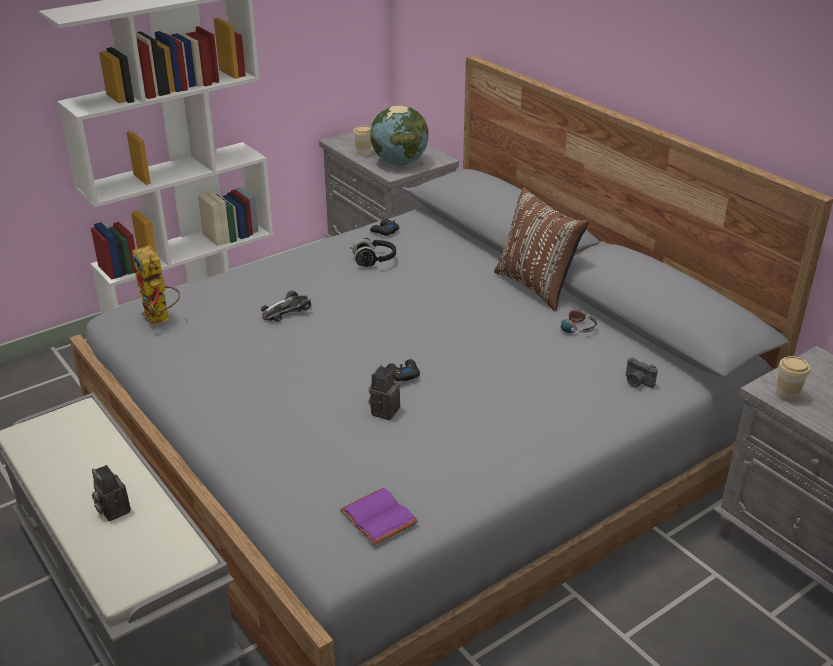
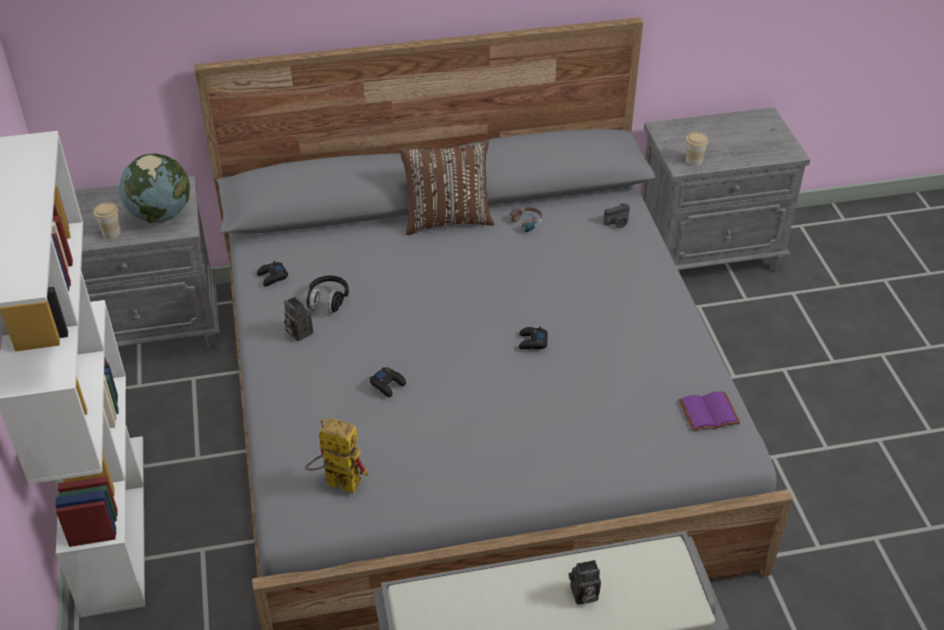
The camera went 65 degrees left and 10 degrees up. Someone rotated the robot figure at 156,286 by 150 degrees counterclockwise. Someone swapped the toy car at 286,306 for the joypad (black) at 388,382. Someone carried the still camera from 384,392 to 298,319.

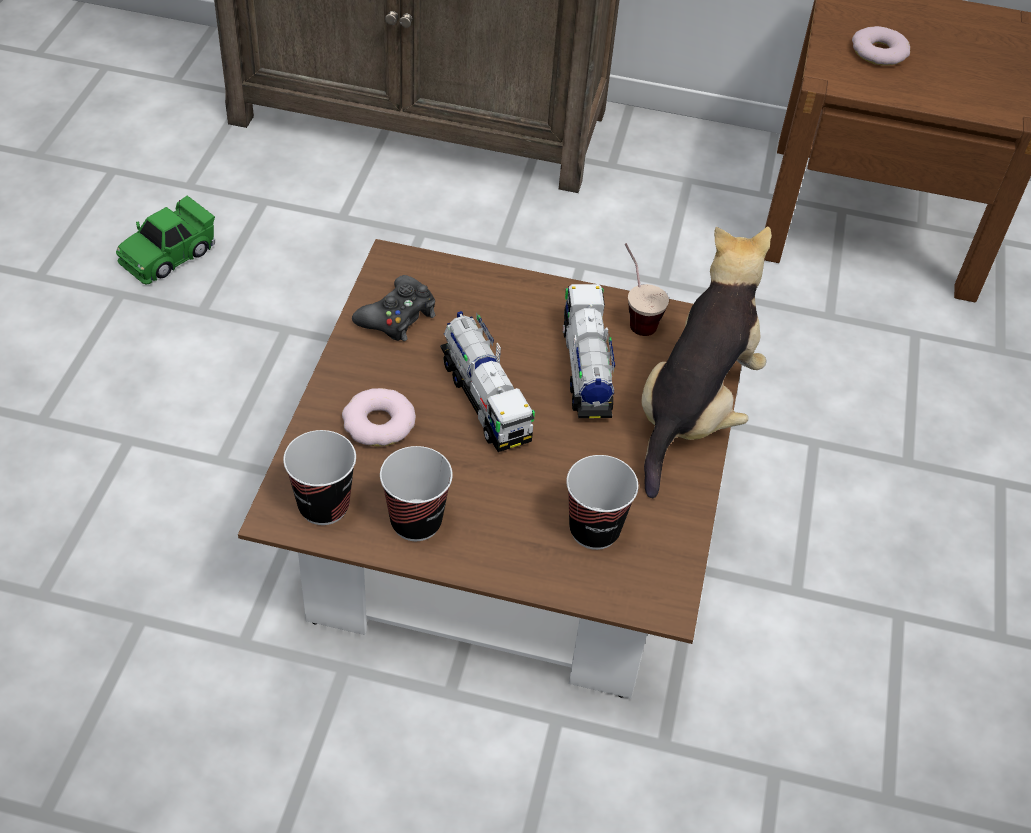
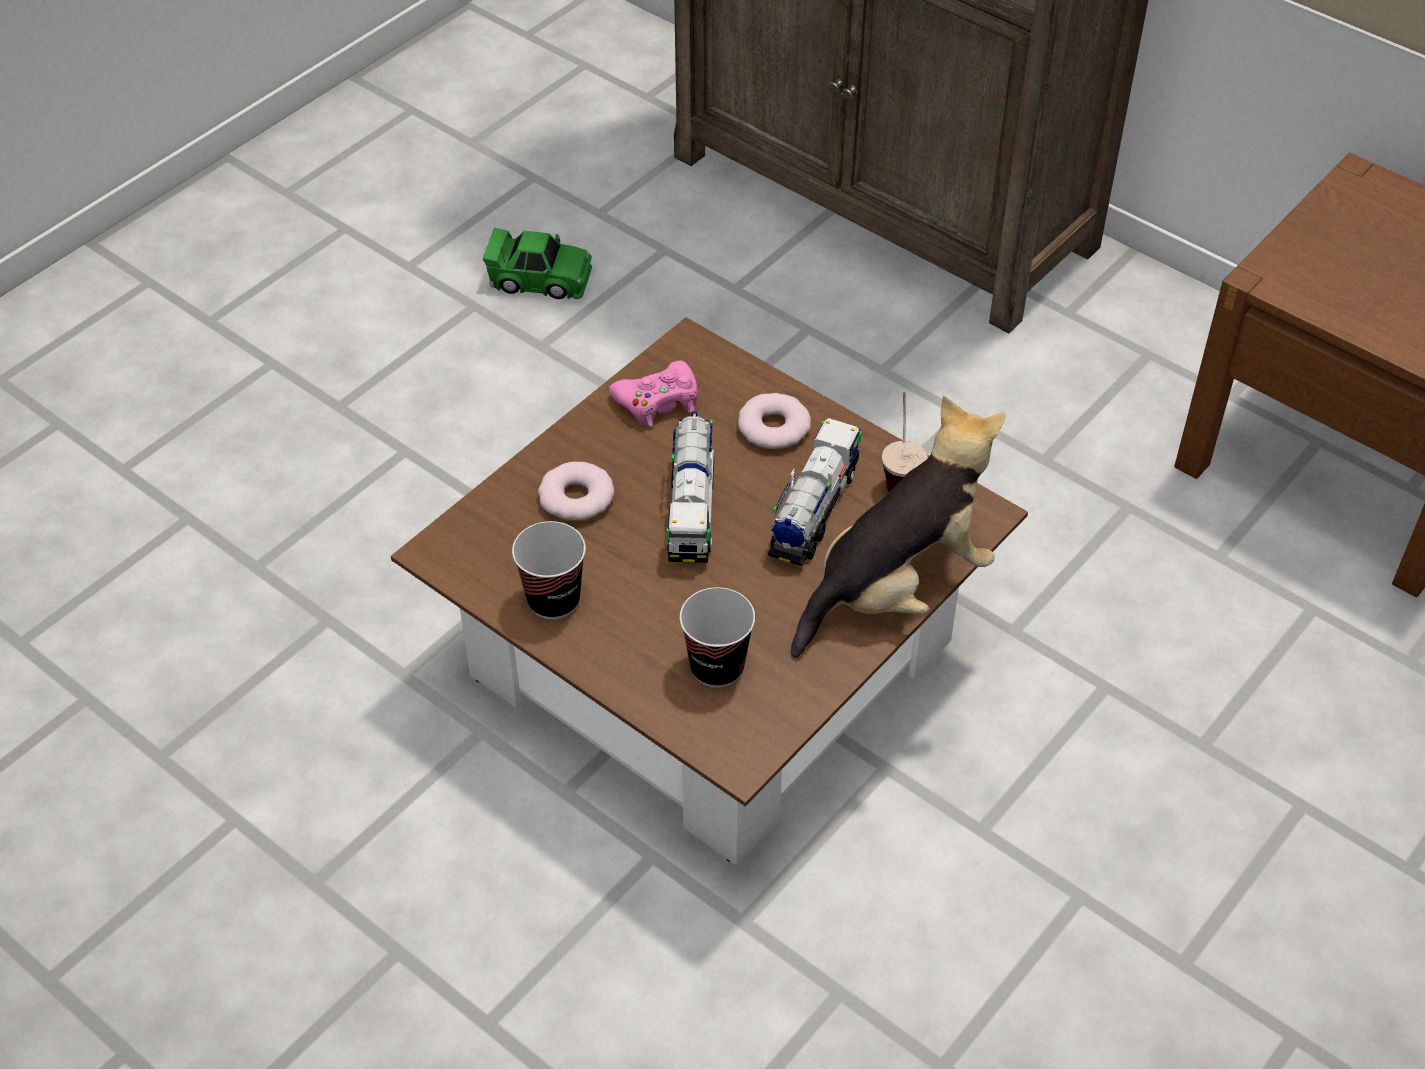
The camera went 30 degrees right and 0 degrees up. Someone rotated the toy car (greenish) at 165,240 by 150 degrees counterclockwise. Someone took away the small cup at 319,477. Someone repainted the joypad (black) at 393,308, which became the joypad (pink) at 653,394. Someone carried the ring doughnut from 881,46 to 774,421.

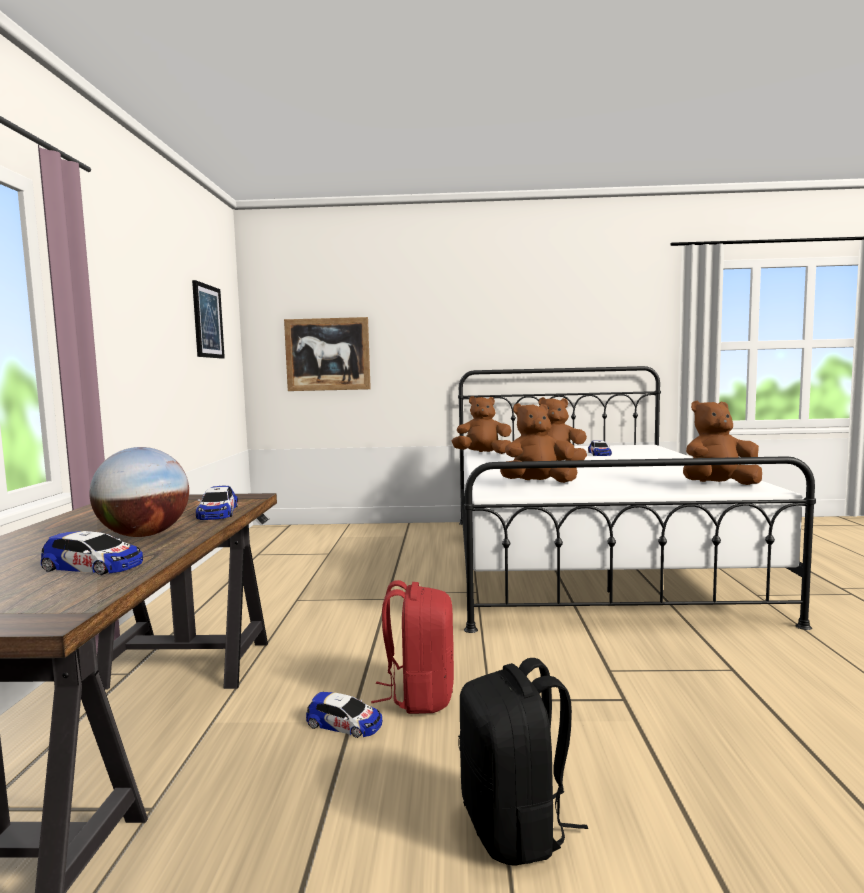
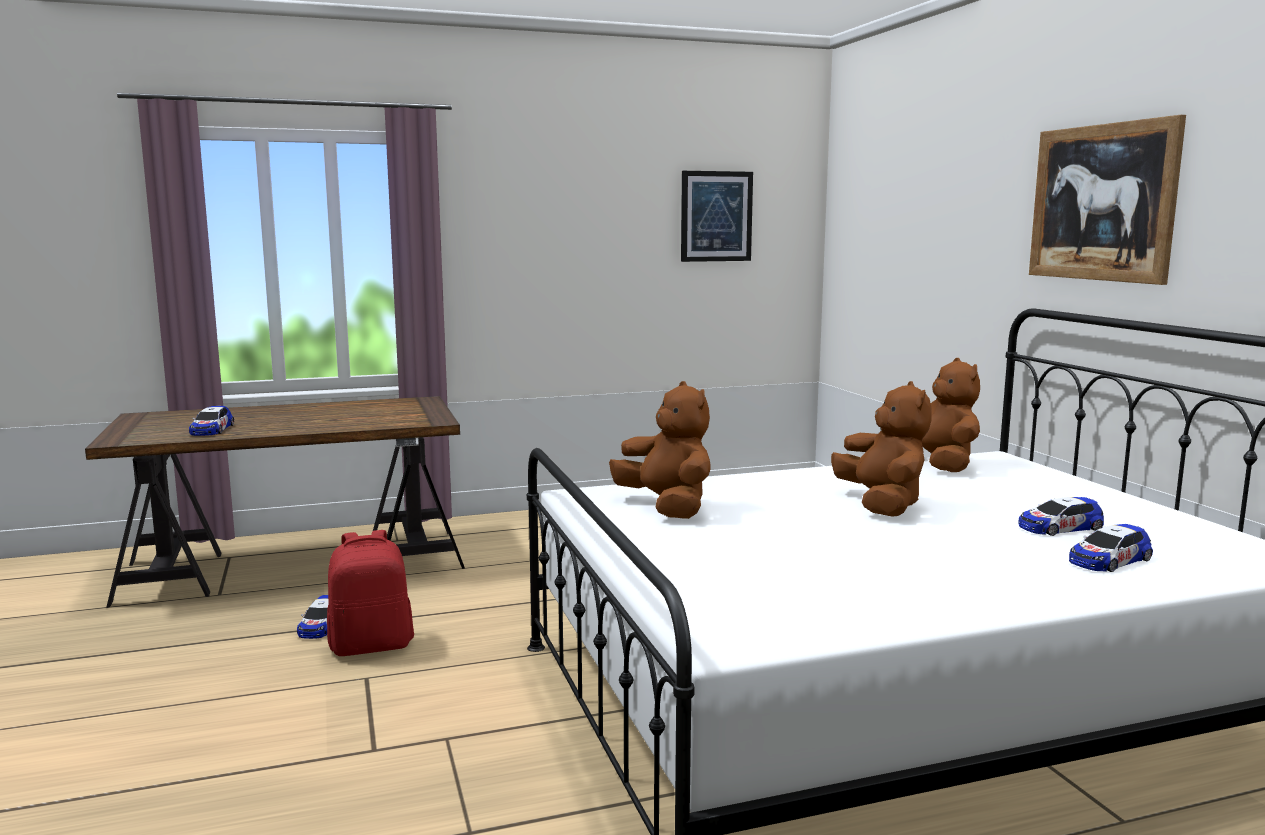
The camera went 70 degrees right and 5 degrees up. Someone took away the globe at 139,492. Someone carried the toy car from 217,503 to 1111,548. Someone carried the wall picture from 327,354 to 1107,200. Someone took away the backpack (black) at 523,762. Someone took away the soft toy (brown-coloured) at 722,443.

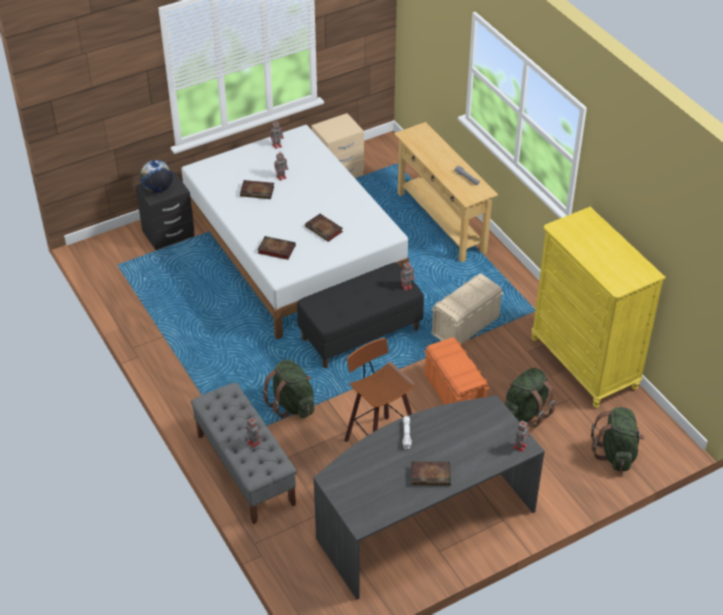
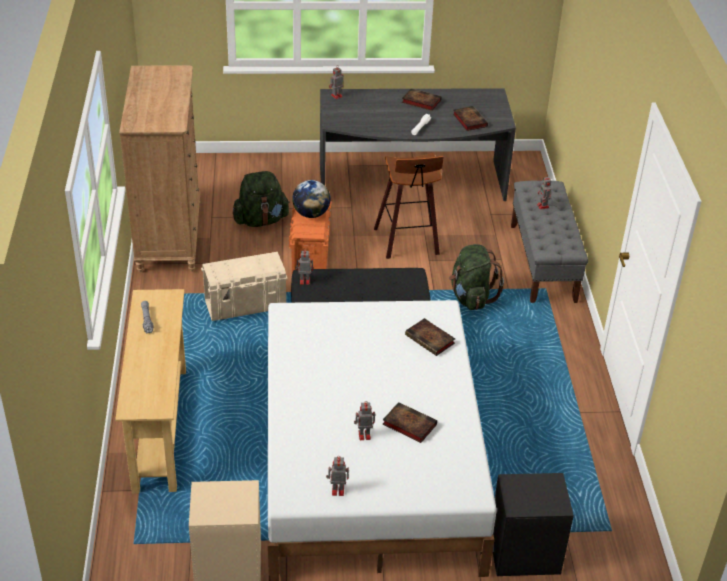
The camera went 155 degrees left and 5 degrees down. Someone carried the globe from 156,176 to 311,199. Someone carried the book from 324,228 to 470,118. Someone repainted the dresser (yellowish) at 598,307, which became the dresser (brown-coloured) at 159,169. Someone took away the backpack (greenish) at 618,439.

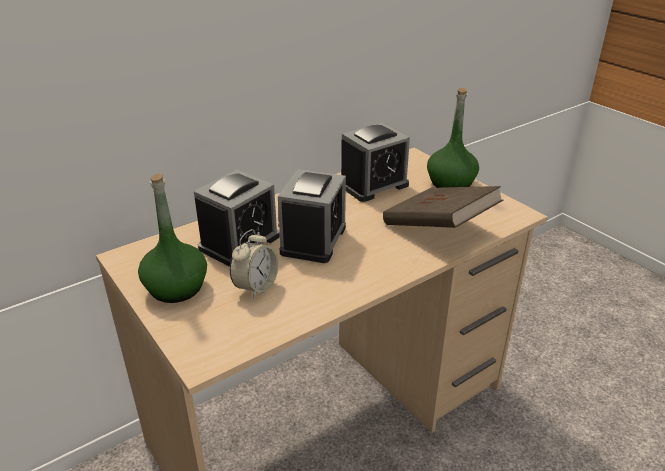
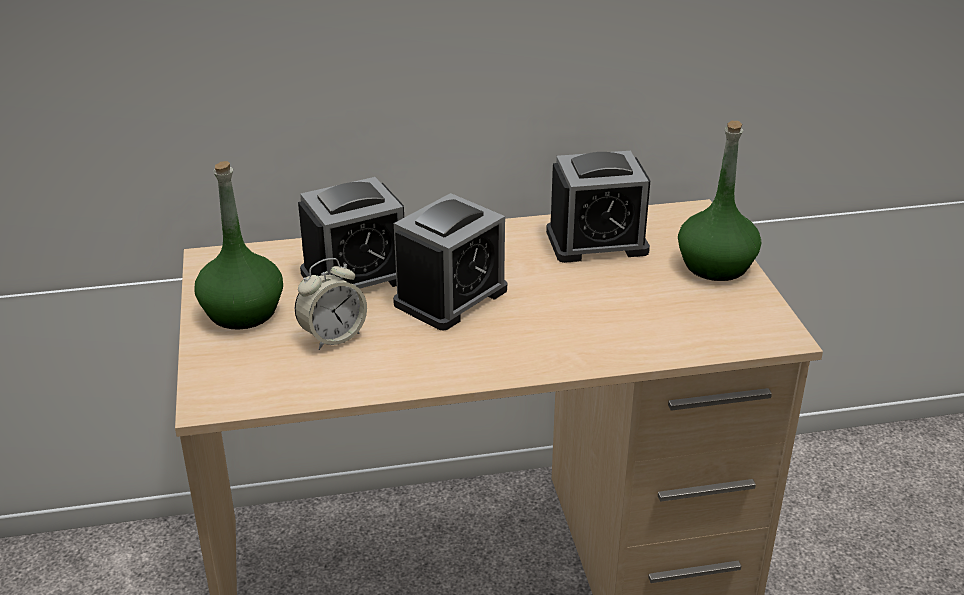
The camera went 25 degrees right and 0 degrees up. Someone took away the book (brown-coloured) at 443,207.

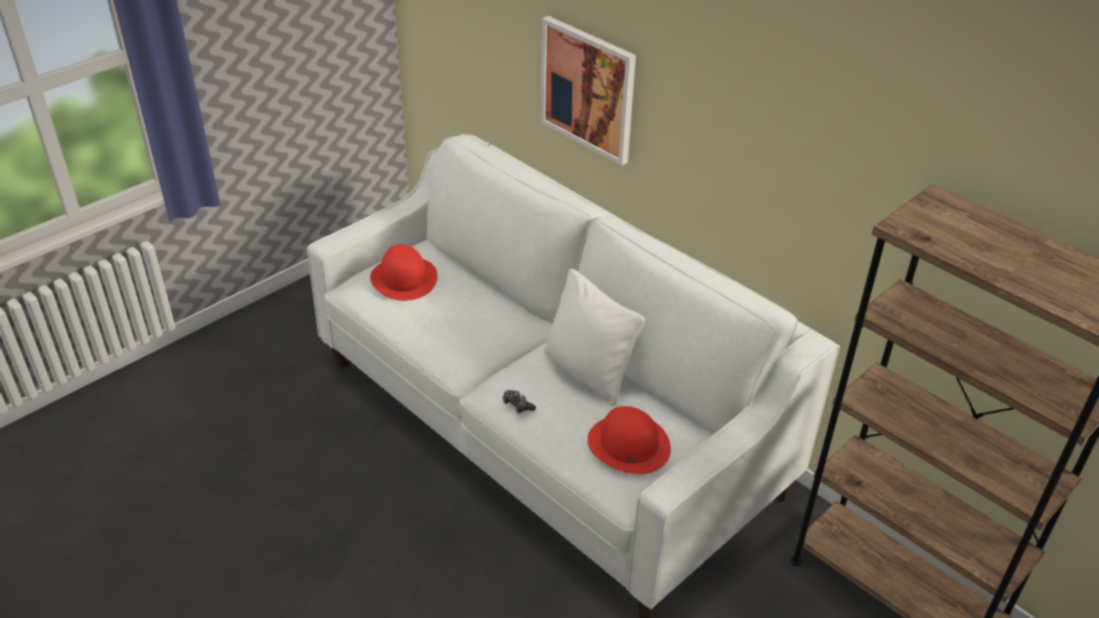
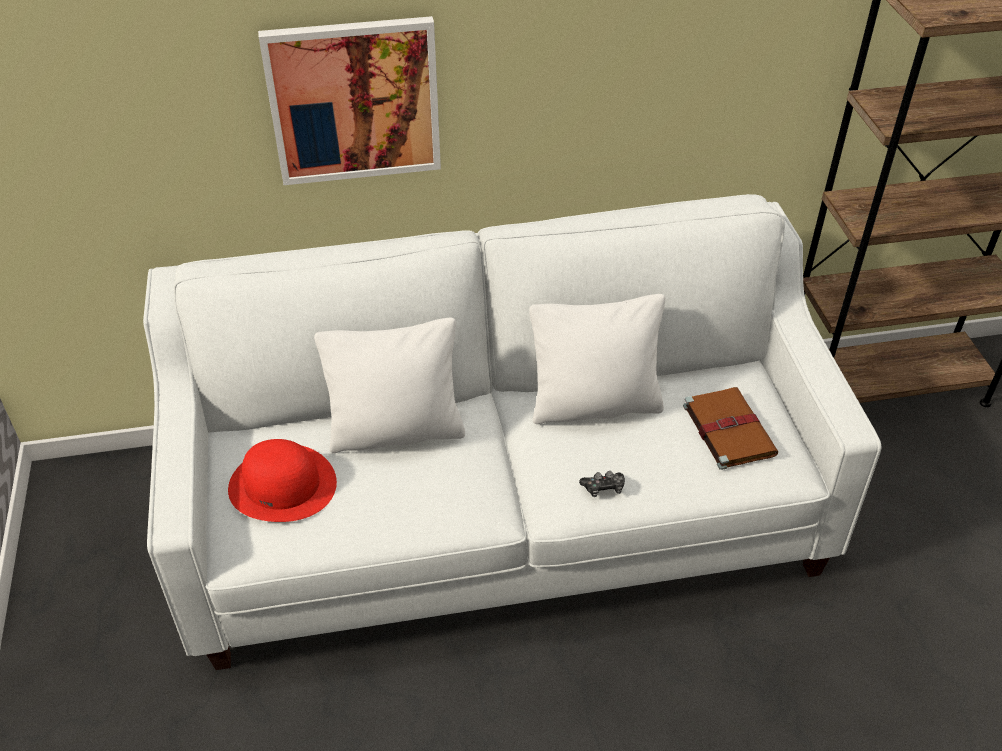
The camera went 55 degrees left and 5 degrees up. Someone swapped the hat (red) at 629,440 for the book (brown-coloured) at 730,428. Someone put down the throw pillow (white) at 389,385.

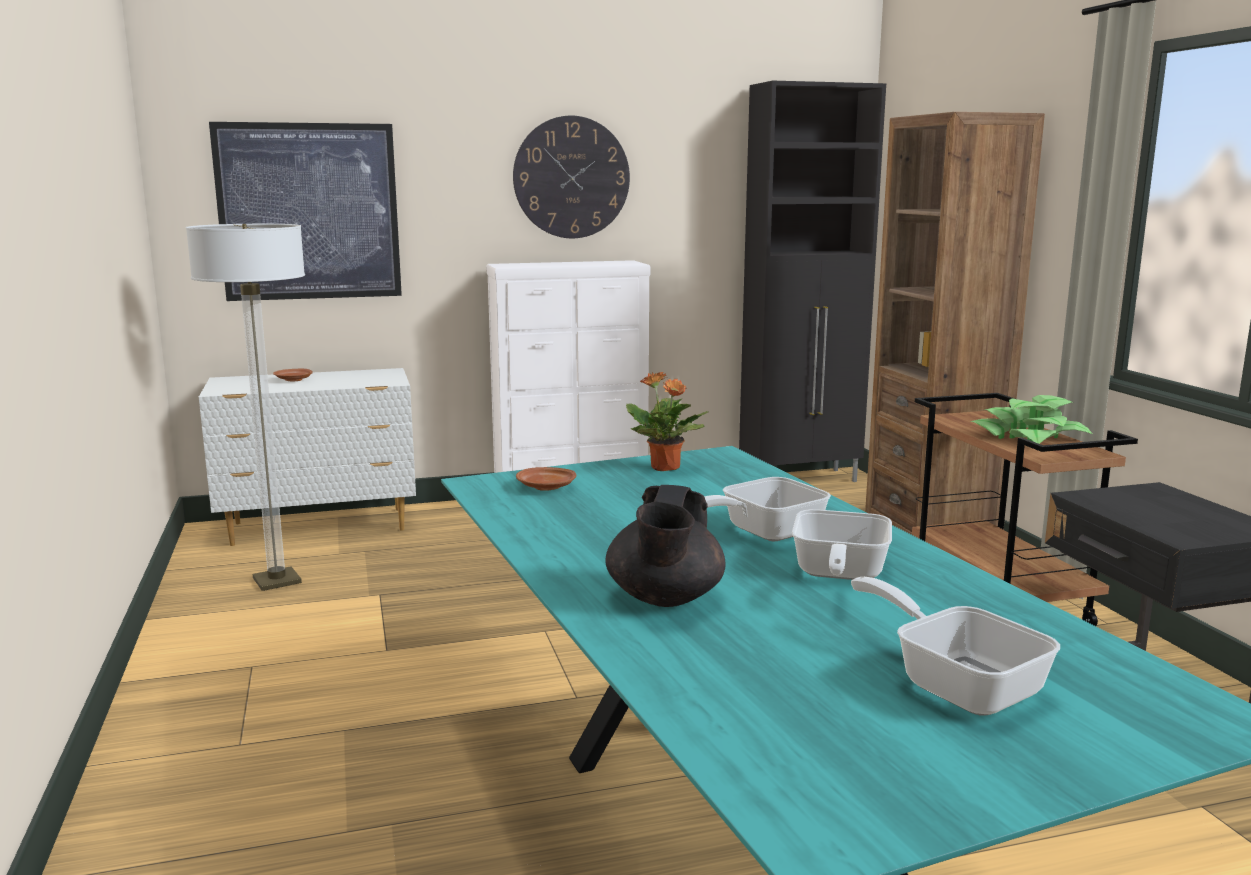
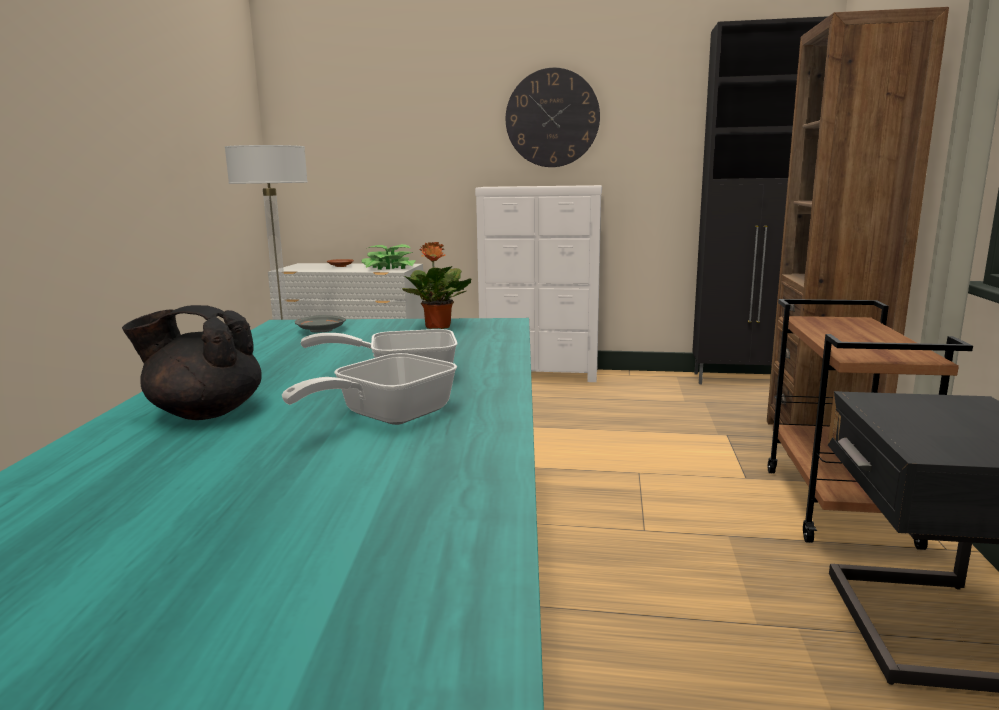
The camera went 25 degrees right and 0 degrees up. Someone took away the wall picture at 305,211. Someone repainted the flat dish (brown-coloured) at 546,479, which became the flat dish (gray) at 320,323. Someone rotated the tea pot (black) at 665,546 by 60 degrees clockwise. Someone took away the pan at 955,646. Someone carried the houseplant from 1031,419 to 388,257.

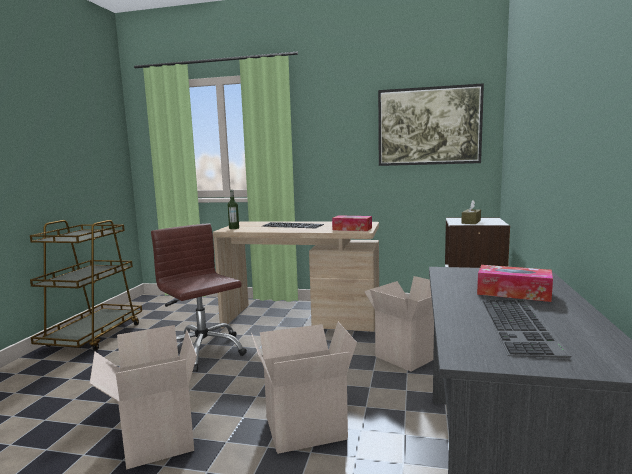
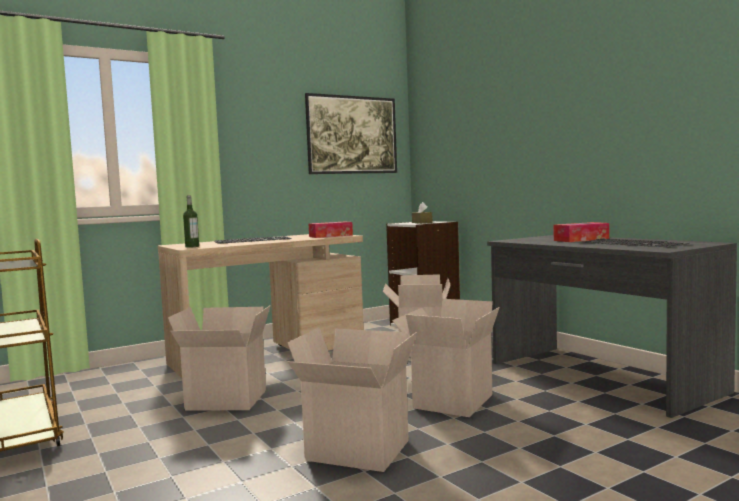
The camera went 45 degrees left and 5 degrees down. Someone swapped the desk chair (brown-coloured) at 199,297 for the packing box at 219,357.

